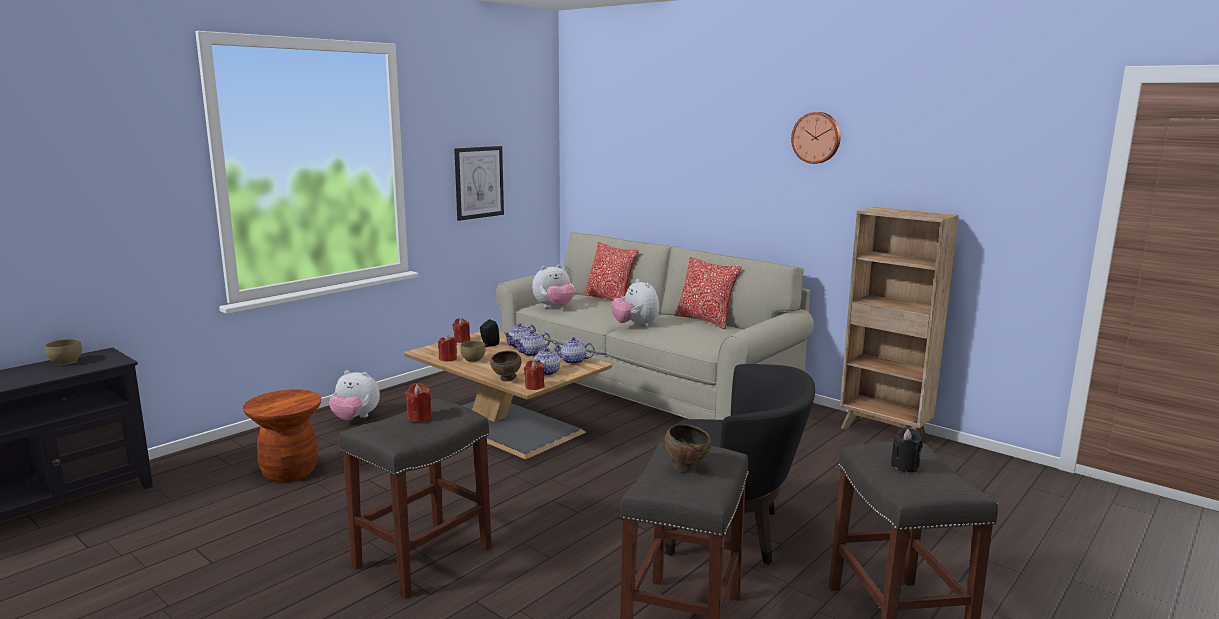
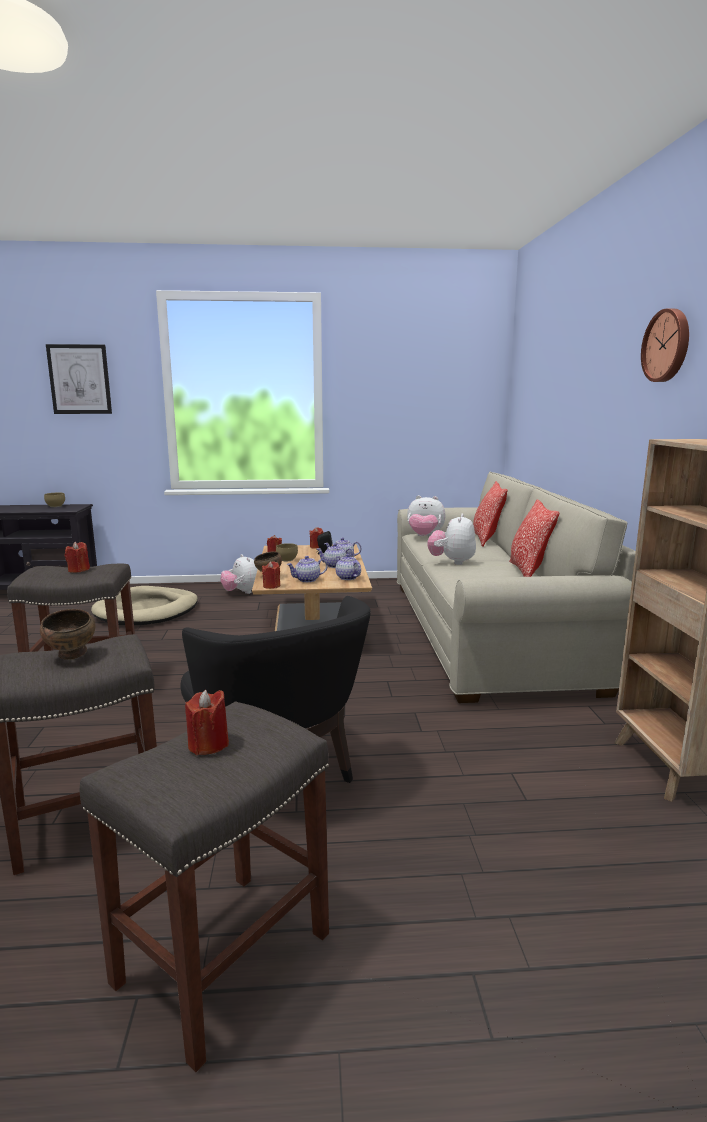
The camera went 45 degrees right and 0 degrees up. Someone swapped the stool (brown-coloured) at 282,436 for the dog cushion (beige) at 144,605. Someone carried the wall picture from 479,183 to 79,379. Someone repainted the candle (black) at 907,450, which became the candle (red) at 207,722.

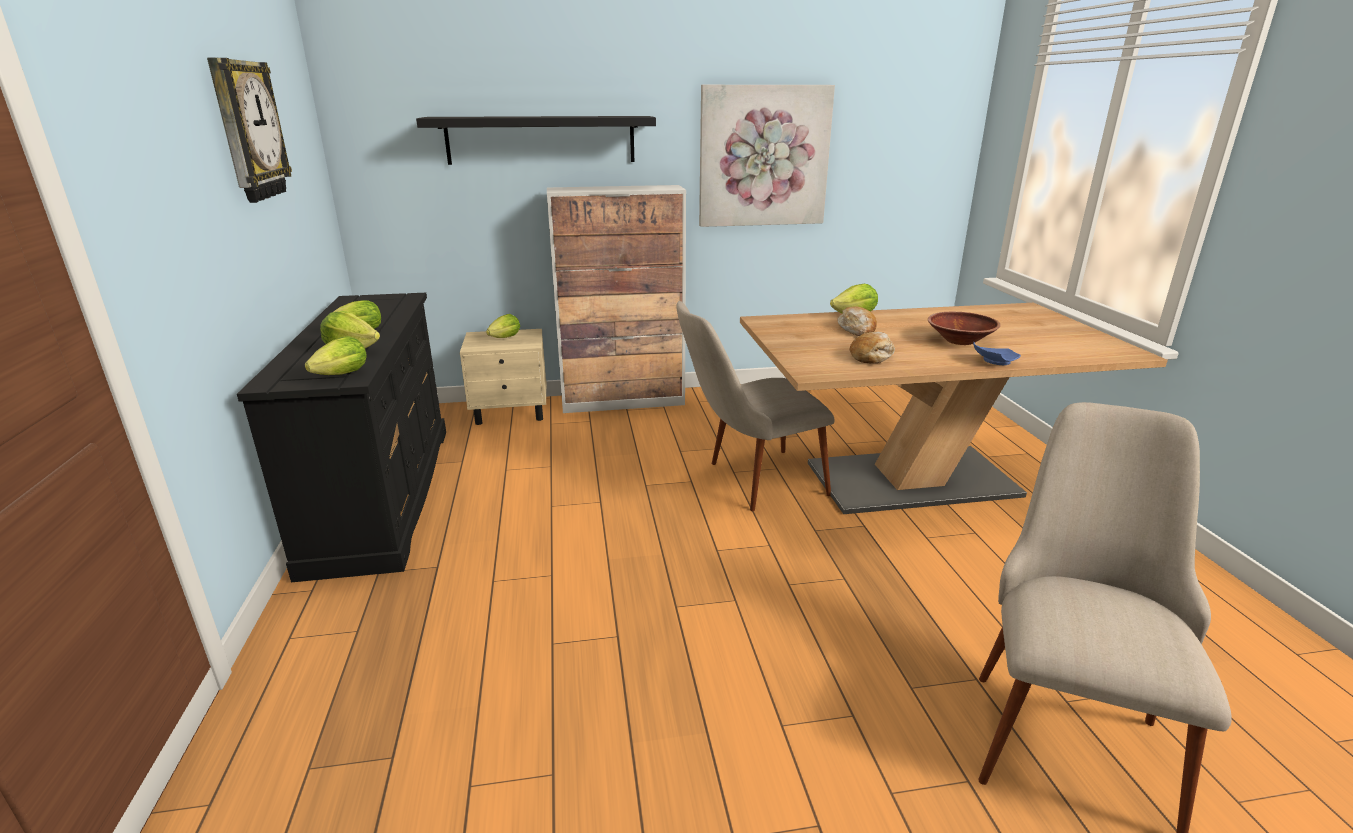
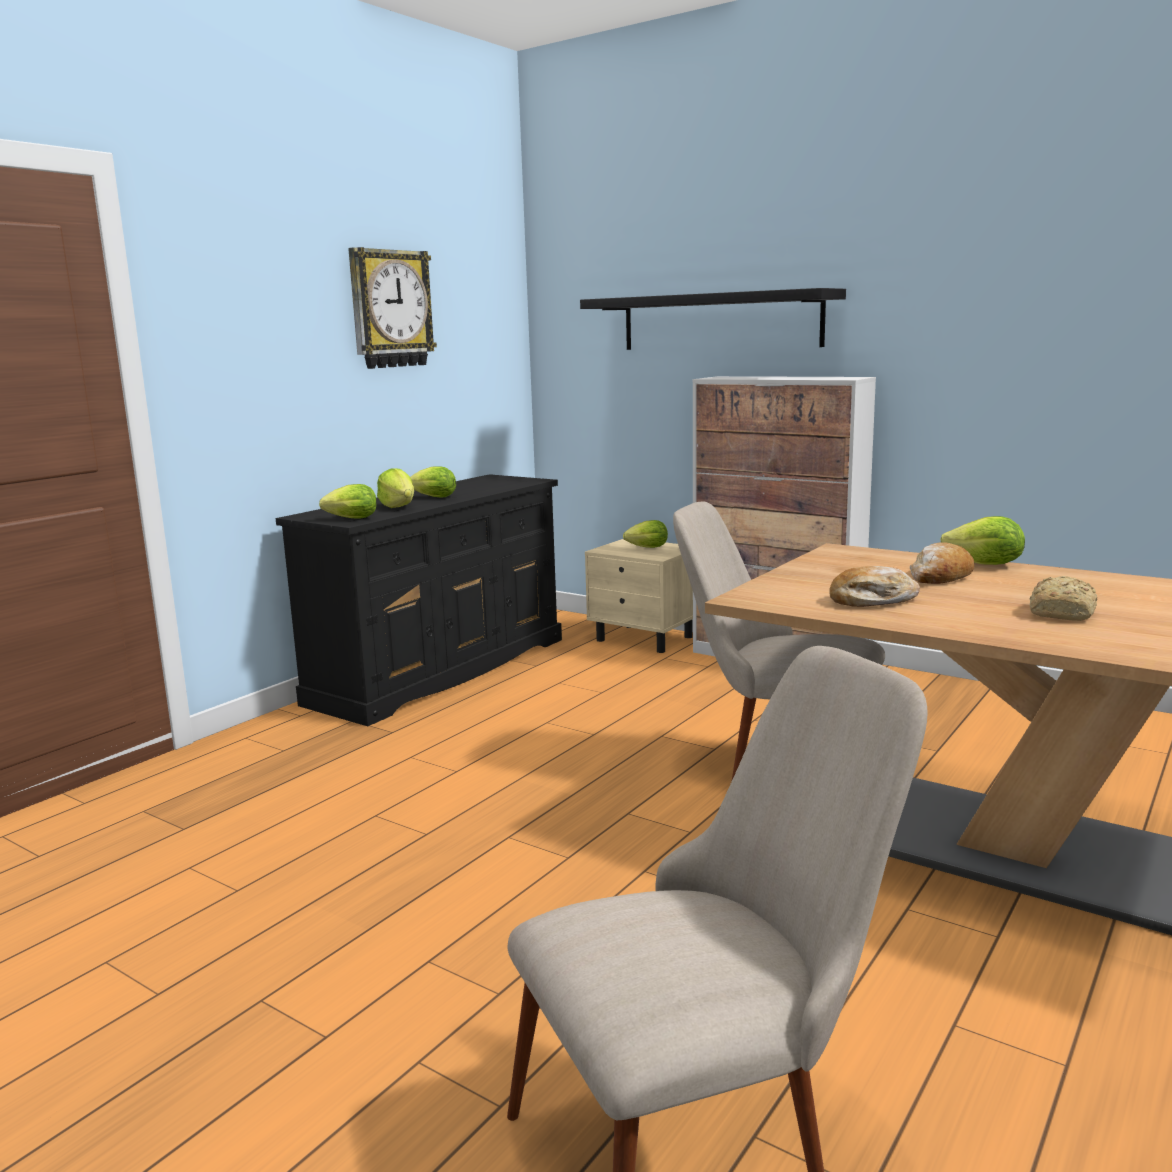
The camera went 45 degrees right and 10 degrees down. Someone took away the wall picture at 767,156. Someone swapped the serving bowl (brown-coloured) at 964,328 for the bread at 1063,598. Someone took away the flat dish (bluish) at 997,353.

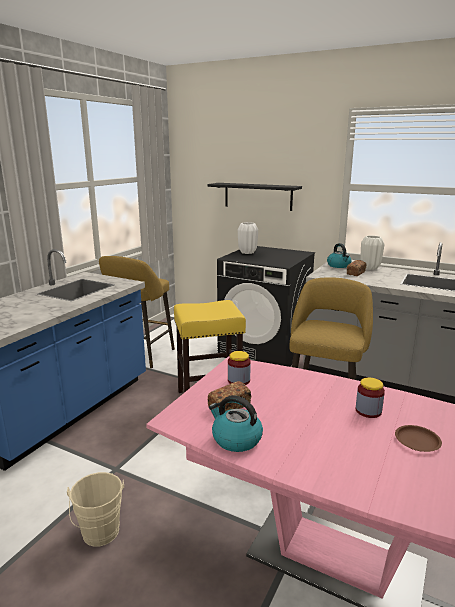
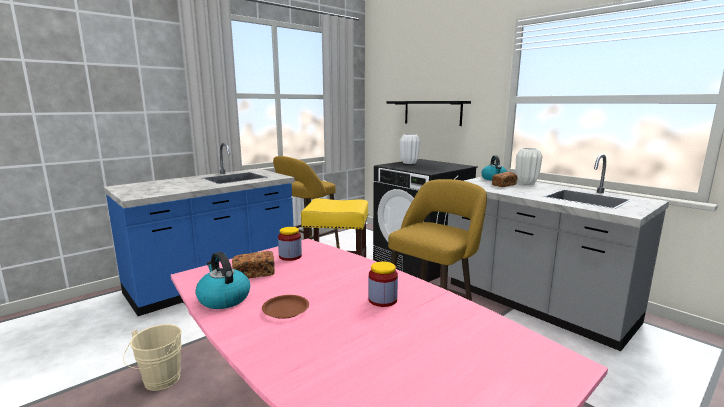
The camera went 20 degrees right and 5 degrees down. Someone carried the flat dish (brown-coloured) from 418,438 to 285,307.

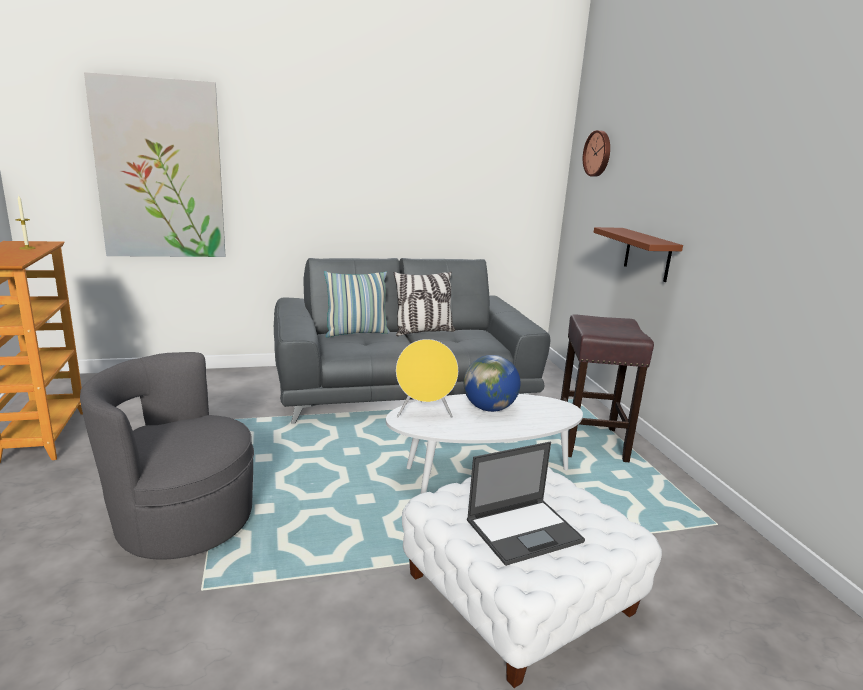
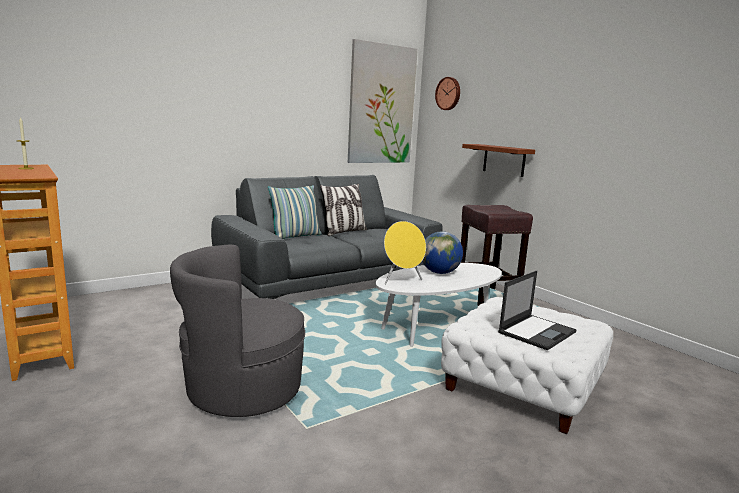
The camera went 20 degrees left and 5 degrees down. Someone carried the wall picture from 155,164 to 383,101.

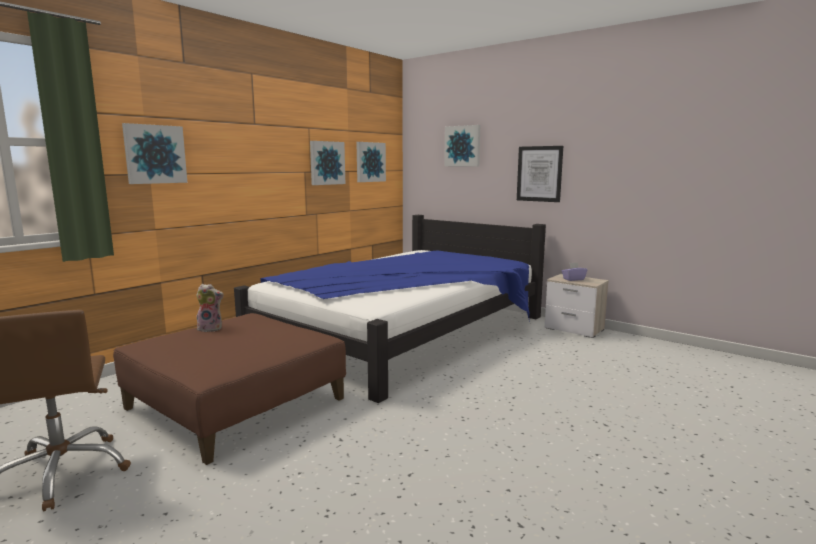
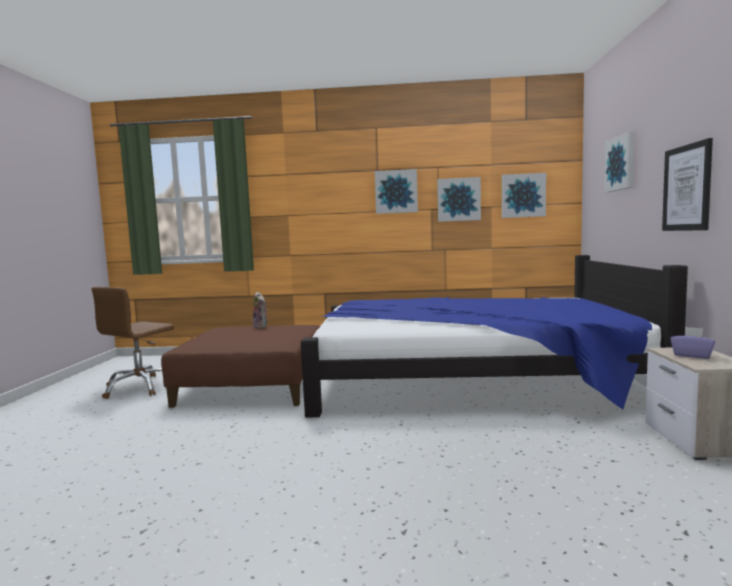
The camera went 55 degrees right and 5 degrees down. Someone carried the wall picture from 155,153 to 396,191.

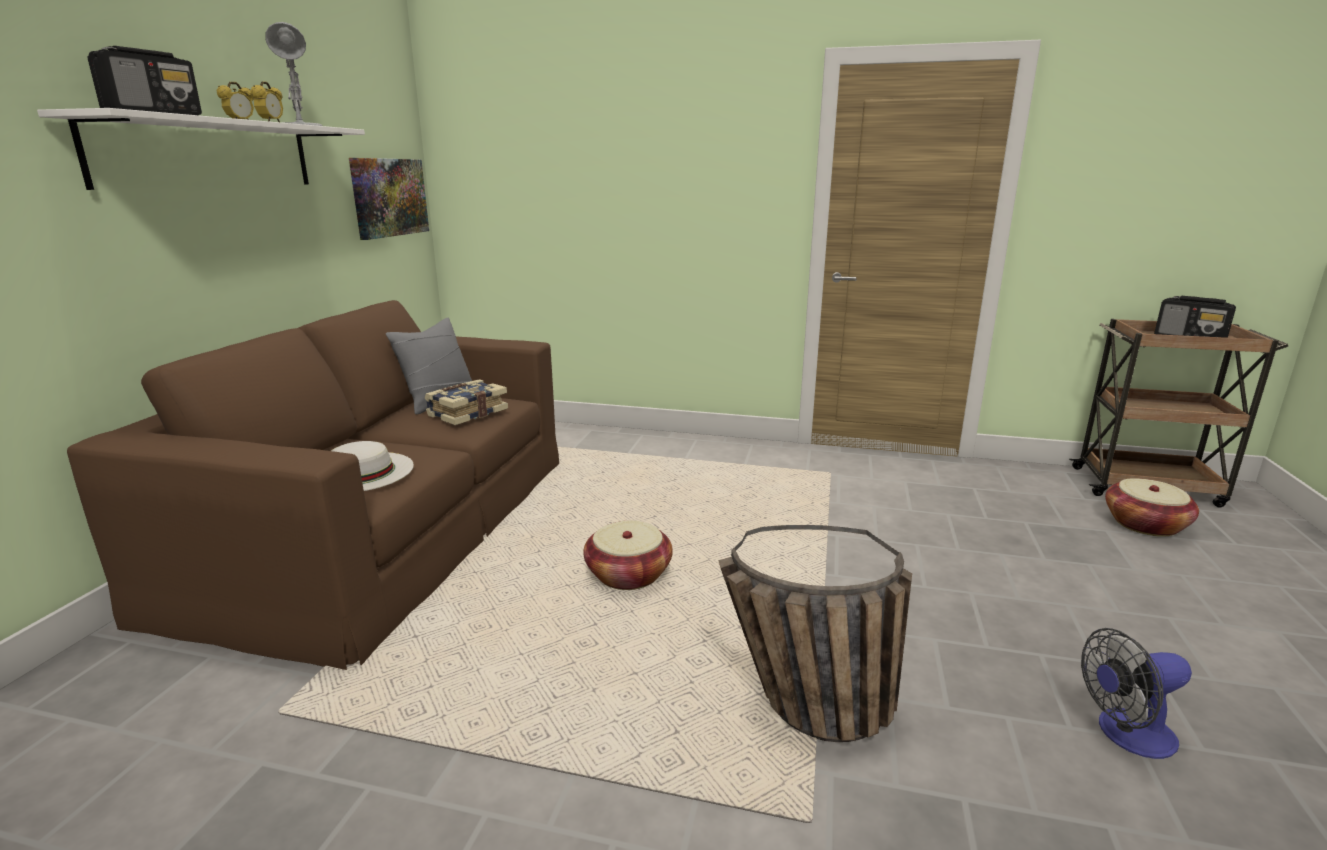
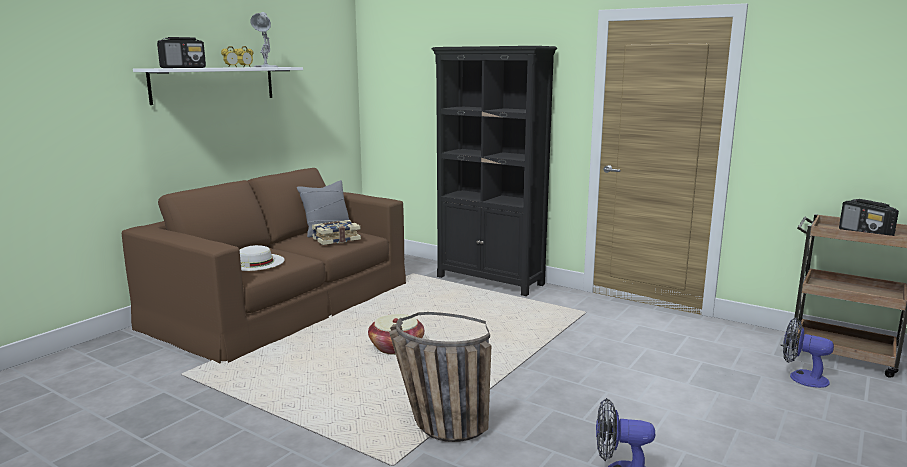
The camera went 20 degrees right and 5 degrees down. Someone took away the wall picture at 389,199. Someone swapped the storage basket at 1152,507 for the electric fan at 808,353. Someone put down the shelving unit (black) at 494,171.

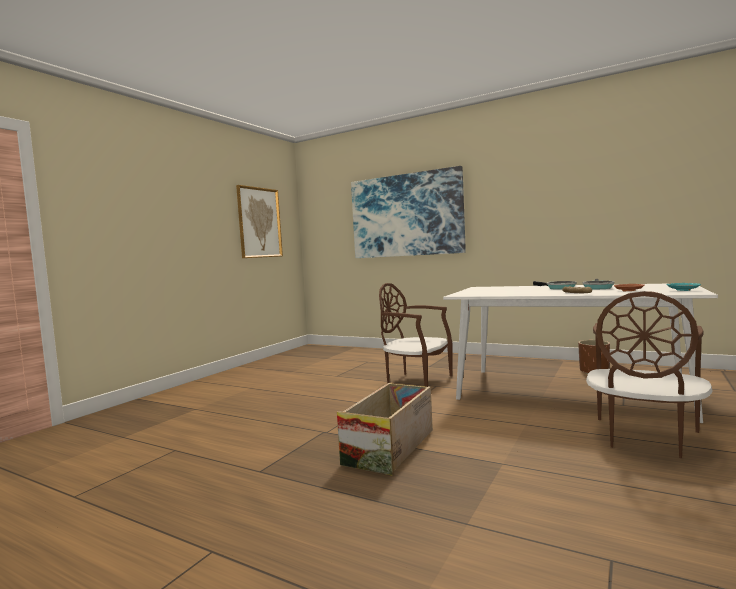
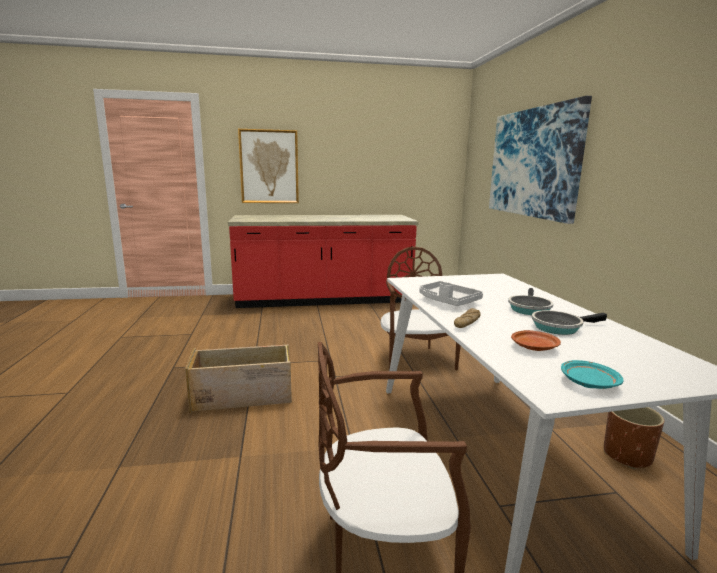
The camera went 50 degrees right and 10 degrees up. Someone carried the wall picture from 259,221 to 268,166. Someone put down the kitchen base unit (red) at 323,261. Someone put down the carrying tray (gray) at 451,293.

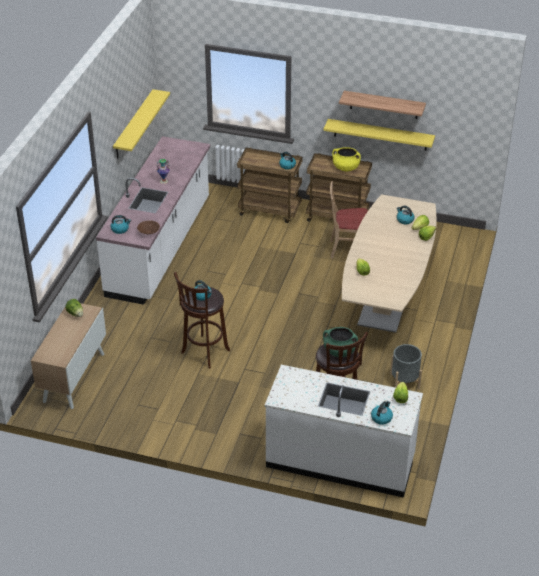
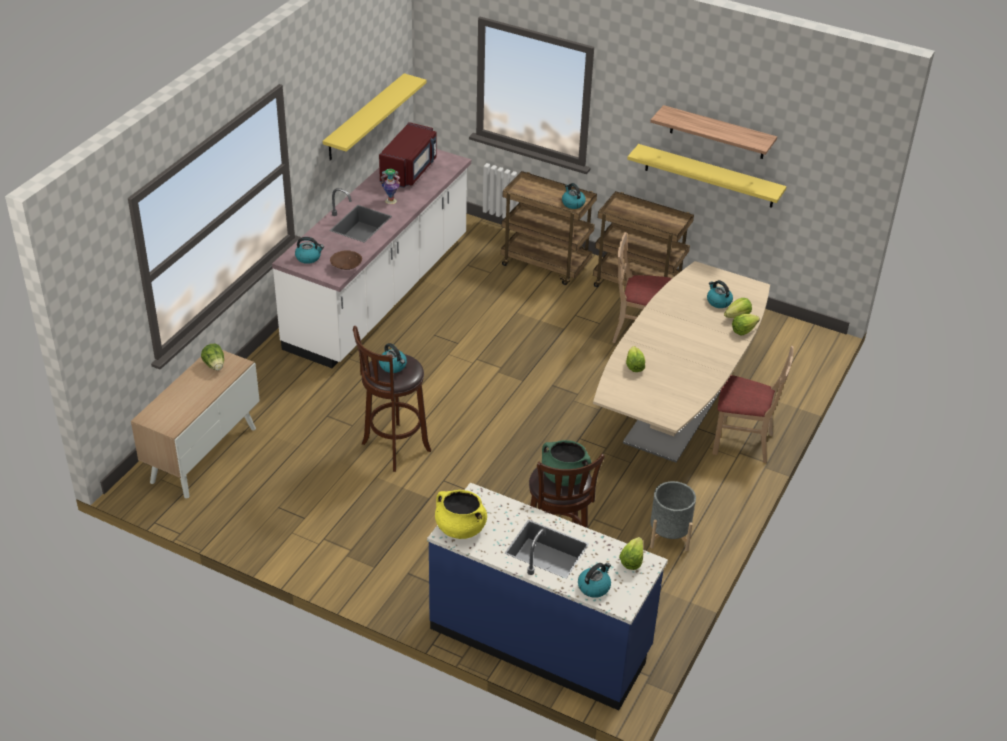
The camera went 10 degrees right and 0 degrees up. Someone repainted the kitchen base unit (white) at 344,431, which became the kitchen base unit (bluish) at 547,596. Someone carried the cooking pot (yellowish) from 346,159 to 461,514. Someone put down the microwave oven (red) at 407,155. Someone put down the plain chair (beige) at 753,404.

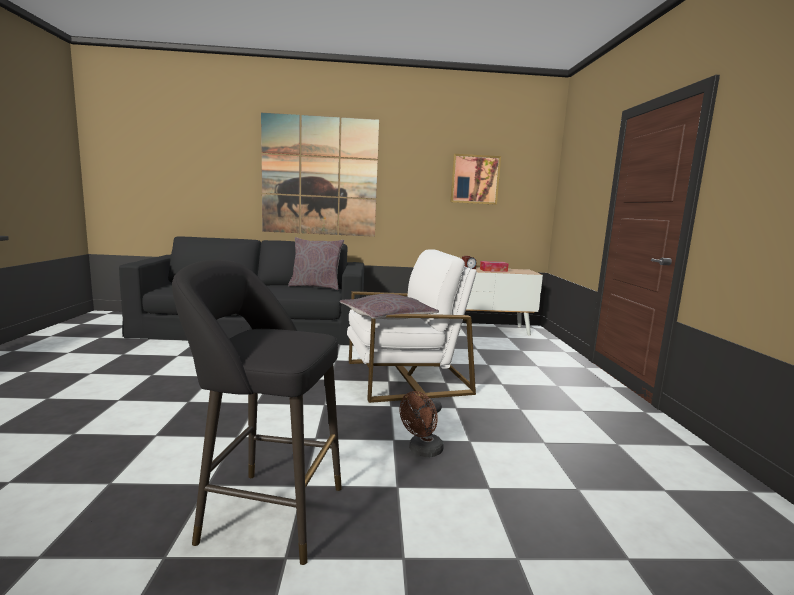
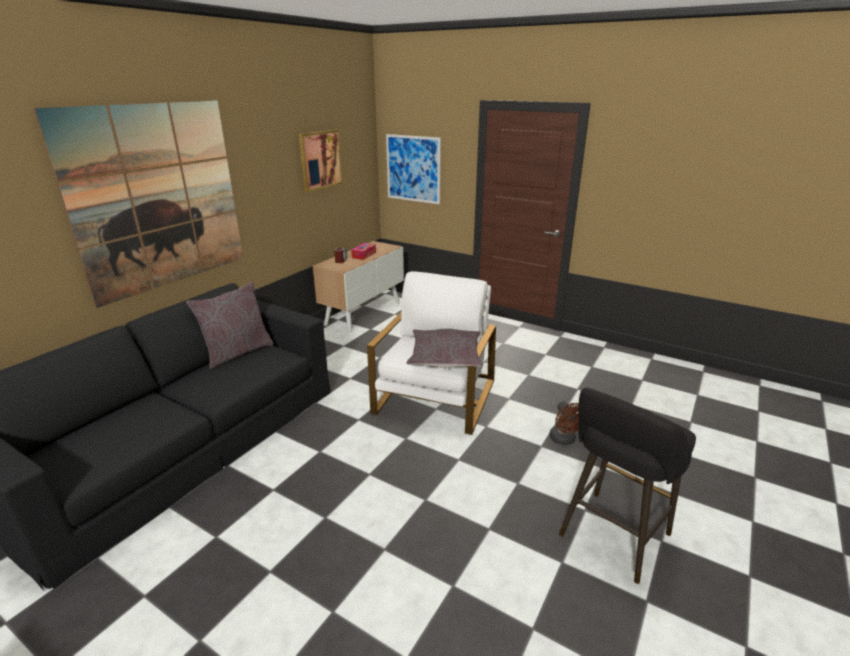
The camera went 55 degrees left and 15 degrees up. Someone put up the wall picture at 413,169.

